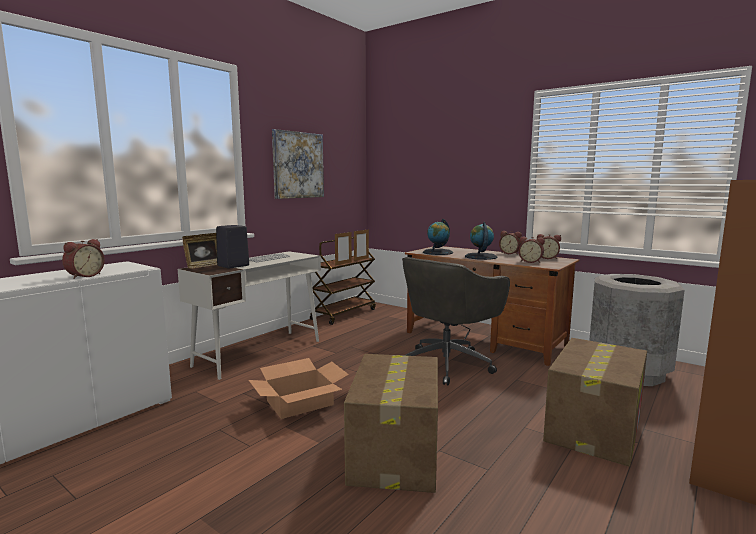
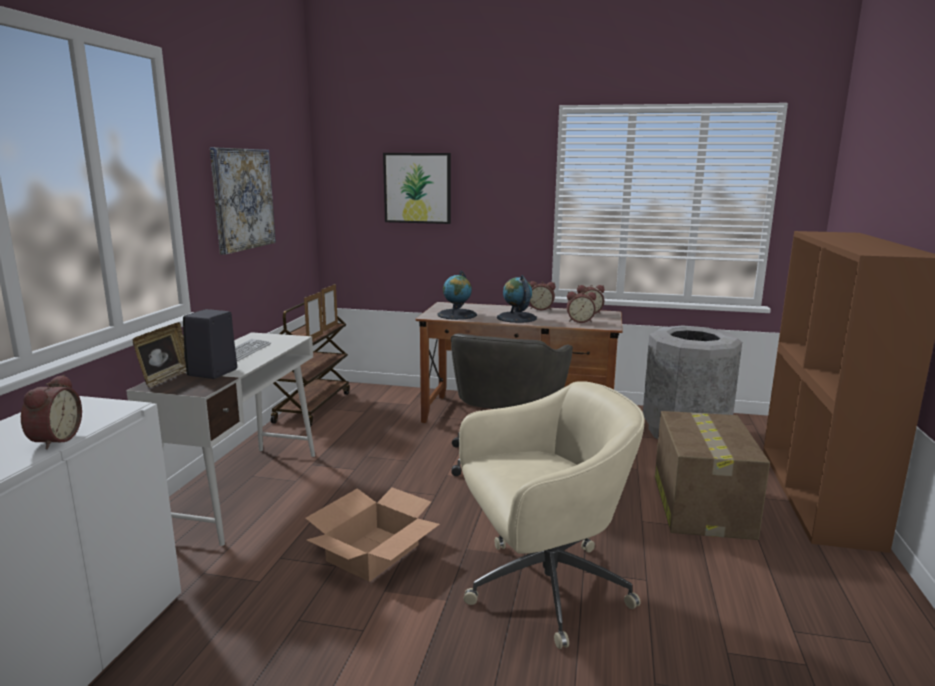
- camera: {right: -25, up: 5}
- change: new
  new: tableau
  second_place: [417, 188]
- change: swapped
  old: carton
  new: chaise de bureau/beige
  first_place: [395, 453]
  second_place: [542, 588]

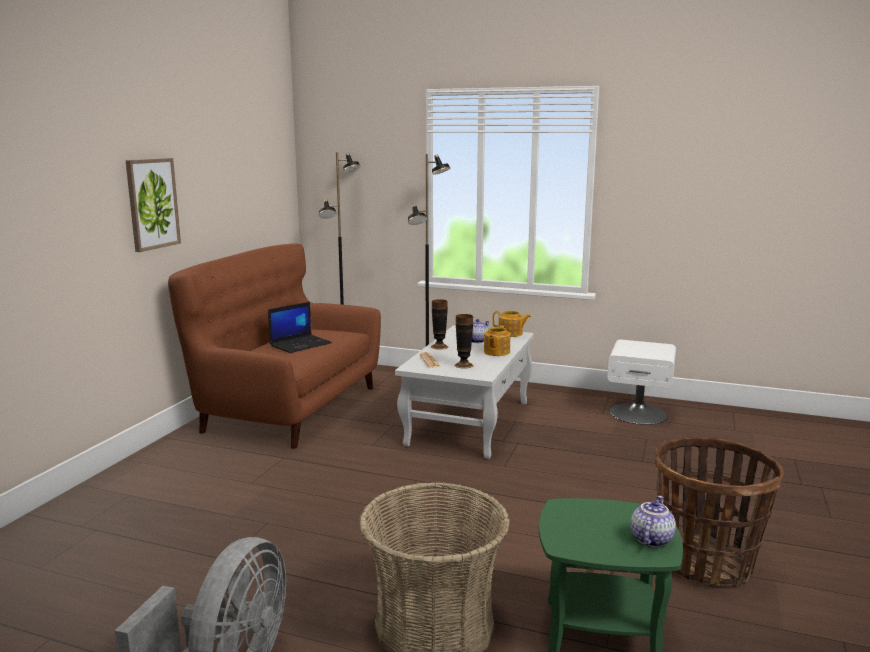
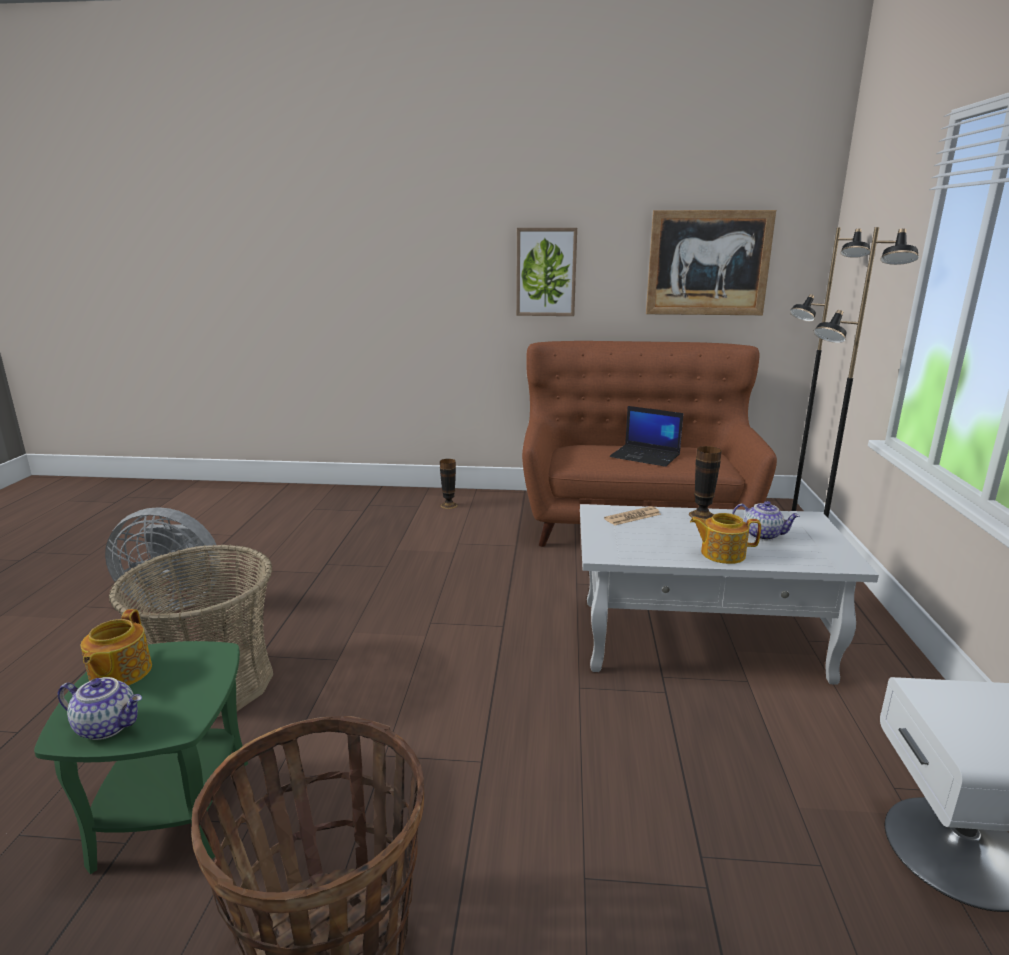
- camera: {right: 75, up: 5}
- change: shifted
  old: théière
  first_place: [510, 334]
  second_place: [119, 673]
- change: shifted
  old: vase
  first_place: [463, 365]
  second_place: [449, 505]
- change: new
  new: tableau
  second_place: [708, 263]

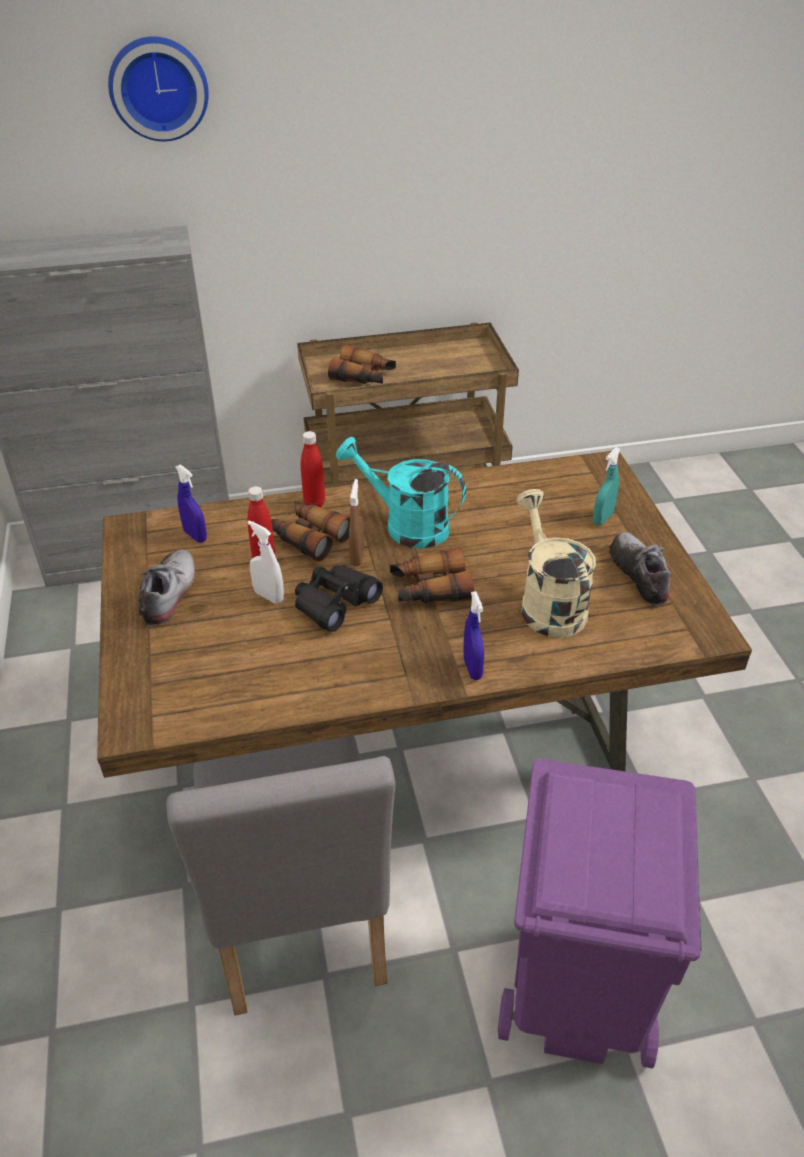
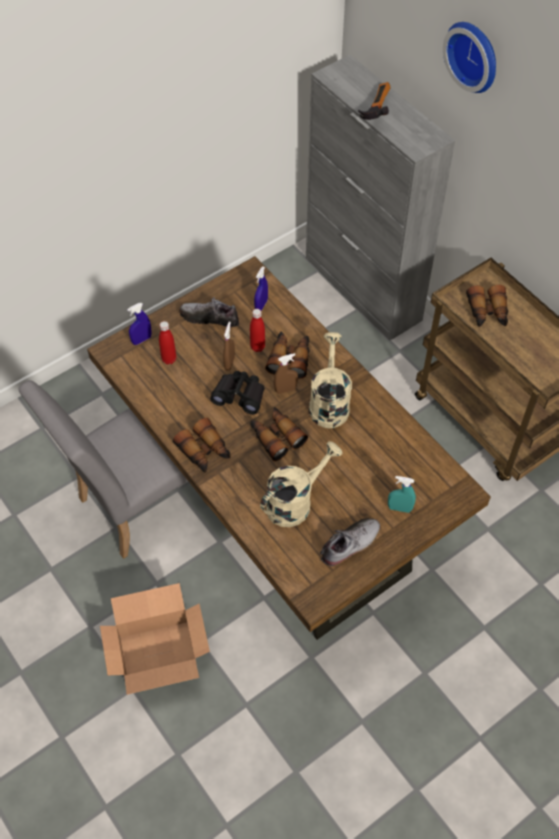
- camera: {right: 65, up: 15}
- change: swapped
  old: poubelle/violet
  new: carton
  first_place: [576, 991]
  second_place: [157, 653]
- change: shifted
  old: vaporisateur/bleu
  first_place: [472, 668]
  second_place: [141, 340]
- change: shifted
  old: bouteille/rouge
  first_place: [314, 503]
  second_place: [169, 359]
- change: new
  new: jumelles
  second_place: [204, 452]
- change: rotated
  old: chaussure
  first_place: [170, 592]
  second_place: [209, 318]
  degrees: -150
- change: repainted
  old: vaporisateur/blanc
  new: vaporisateur/marron
  first_place: [268, 596]
  second_place: [229, 363]
- change: repainted
  old: arrosoir/turquoise
  new: arrosoir/beige
  first_place: [406, 525]
  second_place: [329, 402]
- change: new
  new: marteau
  second_place: [374, 109]

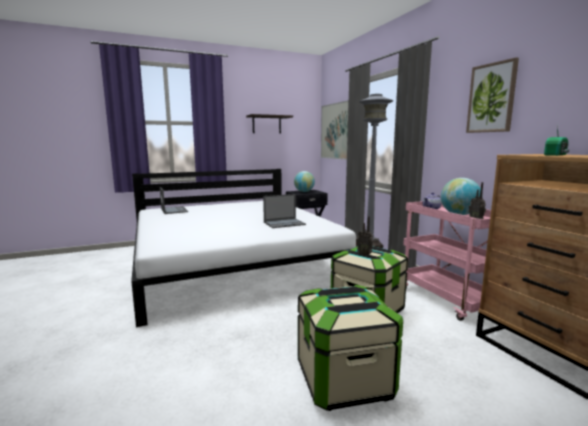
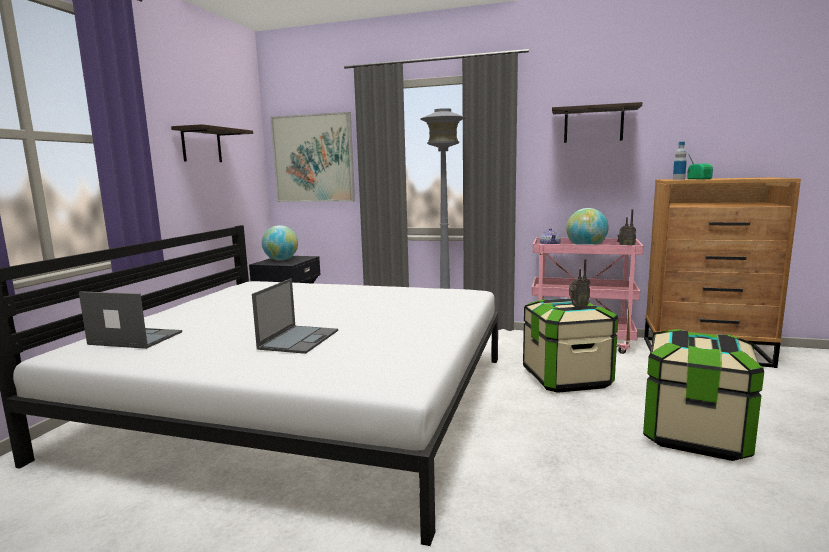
- camera: {right: -50, up: 0}
- change: shifted
  old: ordinateur portable
  first_place: [285, 223]
  second_place: [299, 339]
- change: swapped
  old: tableau
  new: étagère
  first_place: [491, 98]
  second_place: [593, 125]
- change: new
  new: bouteille
  second_place: [678, 179]

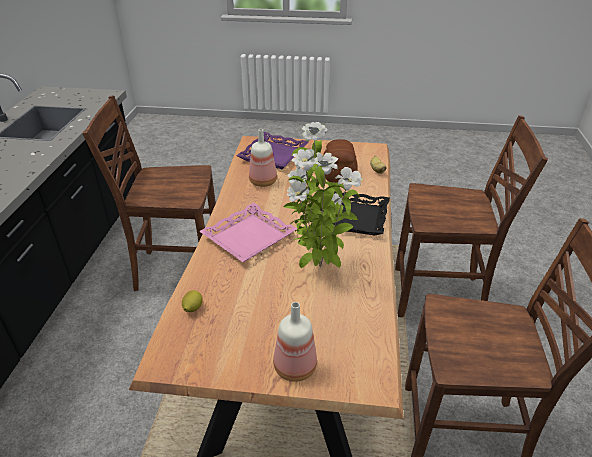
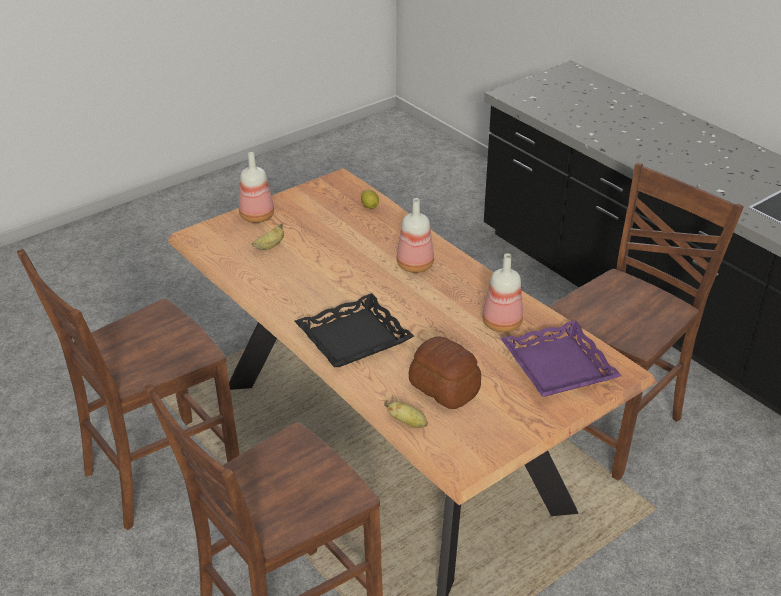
- camera: {right: 135, up: 0}
- change: new
  new: banane
  second_place: [270, 246]
- change: swapped
  old: plateau/rose
  new: bouteille
  first_place: [248, 237]
  second_place: [416, 266]
- change: gone
  old: plante en pot
  first_place: [318, 268]

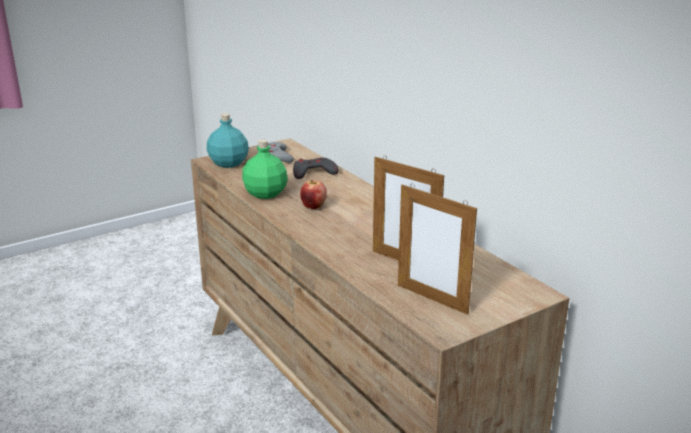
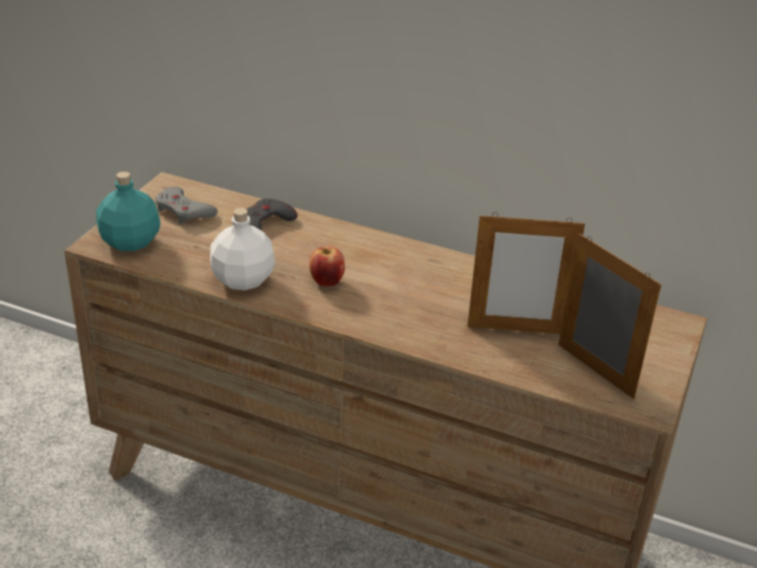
- camera: {right: -35, up: 10}
- change: repainted
  old: bouteille/vert
  new: bouteille/blanc
  first_place: [266, 193]
  second_place: [243, 279]
- change: rotated
  old: cadre photo
  first_place: [432, 299]
  second_place: [595, 370]
  degrees: -135

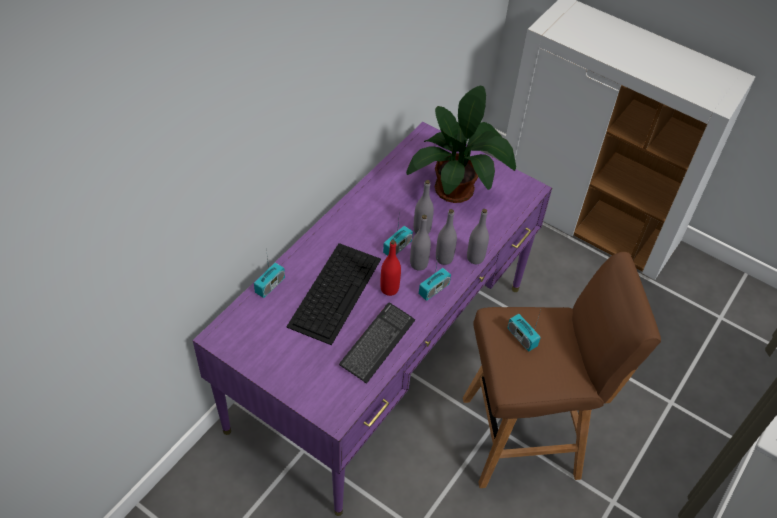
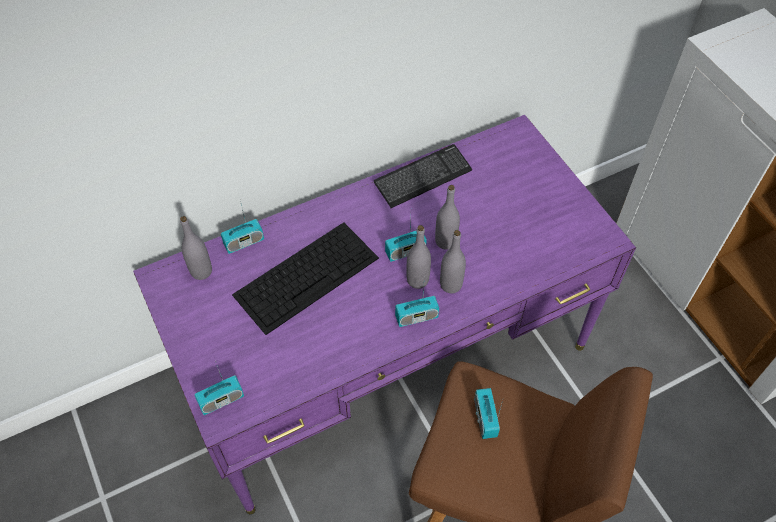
- camera: {right: 30, up: 5}
- change: shifted
  old: bouteille/gris
  first_place: [475, 258]
  second_place: [201, 271]
- change: new
  new: radio
  second_place: [221, 400]
- change: shifted
  old: clavier
  first_place: [377, 343]
  second_place: [422, 177]
- change: gone
  old: bouteille/rouge
  first_place: [389, 289]
- change: gone
  old: plante en pot
  first_place: [457, 187]

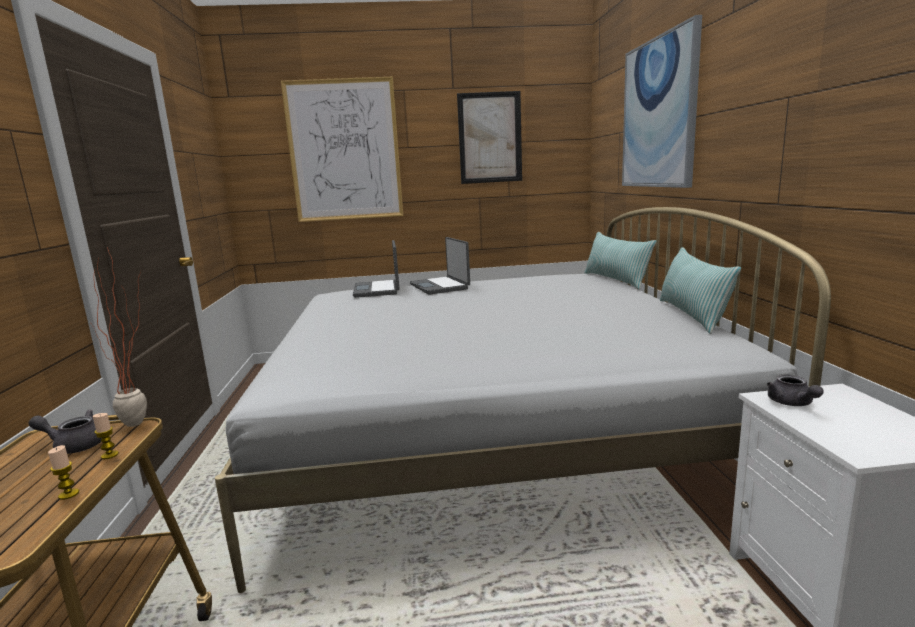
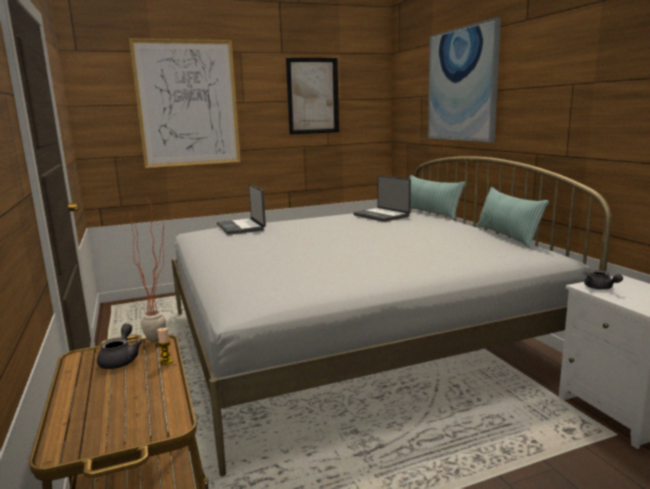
- camera: {right: -15, up: 0}
- change: rotated
  old: théière/gris
  first_place: [74, 445]
  second_place: [121, 359]
  degrees: 105
- change: shifted
  old: ordinateur portable
  first_place: [440, 286]
  second_place: [382, 215]
- change: gone
  old: bougie
  first_place: [68, 494]

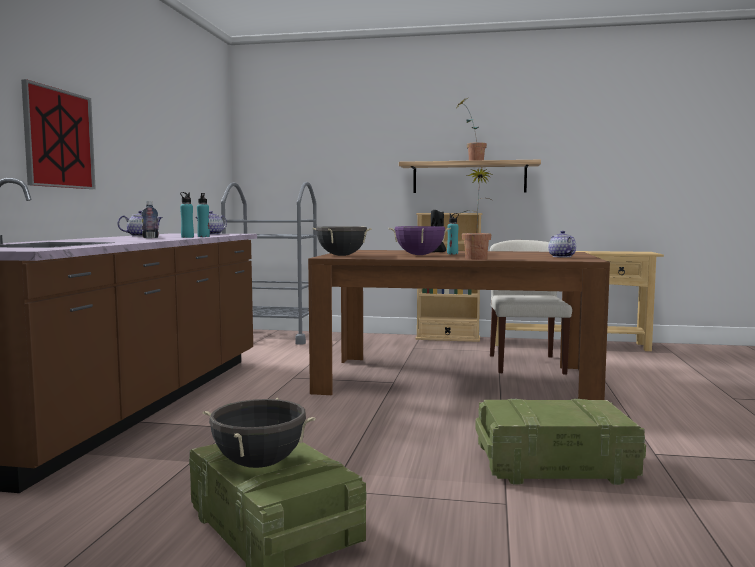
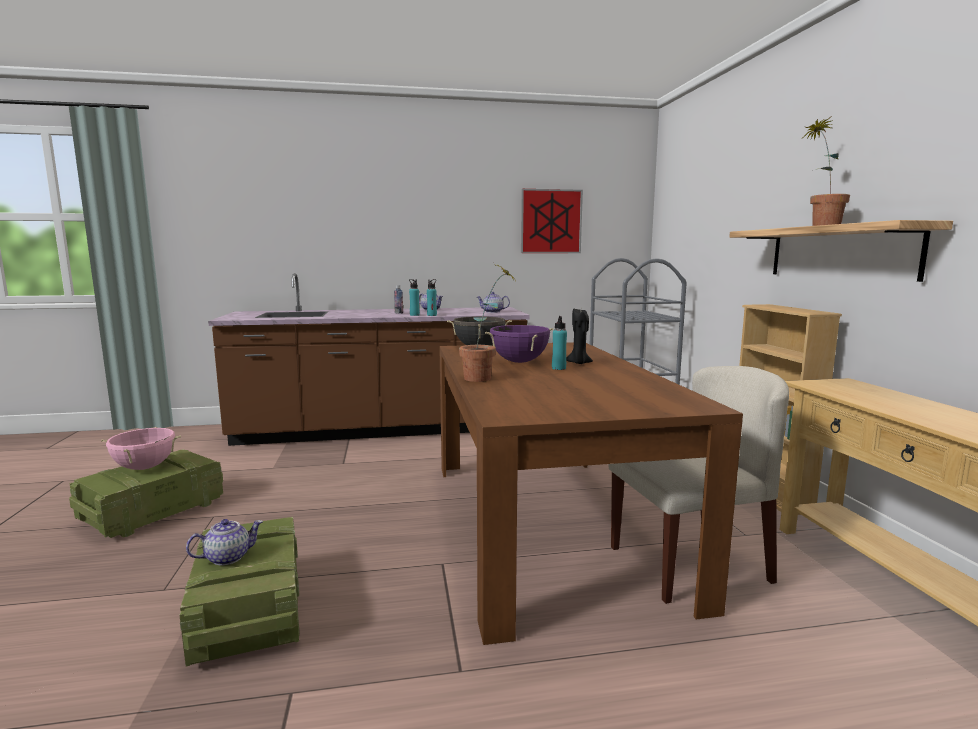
- camera: {right: 70, up: 5}
- change: repainted
  old: marmite/noir
  new: marmite/rose
  first_place: [259, 464]
  second_place: [145, 467]
- change: shifted
  old: théière
  first_place: [561, 257]
  second_place: [228, 557]
- change: shifted
  old: tableau
  first_place: [59, 138]
  second_place: [551, 221]

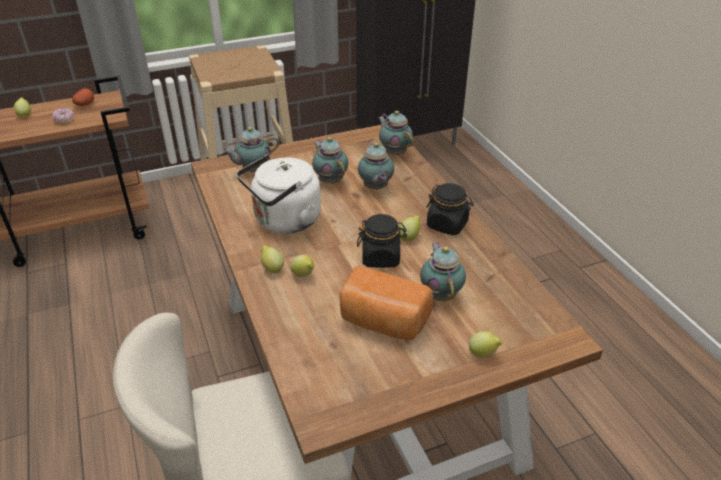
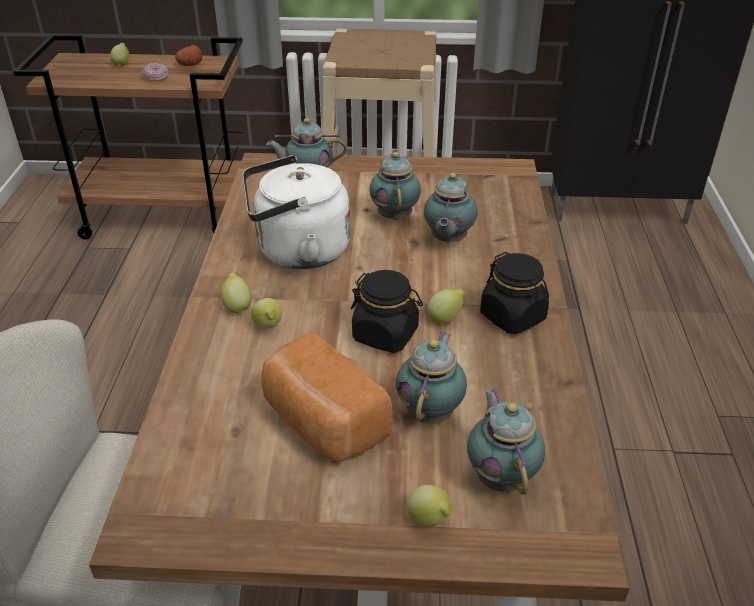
- camera: {right: 25, up: 0}
- change: shifted
  old: théière
  first_place: [394, 152]
  second_place: [500, 475]

